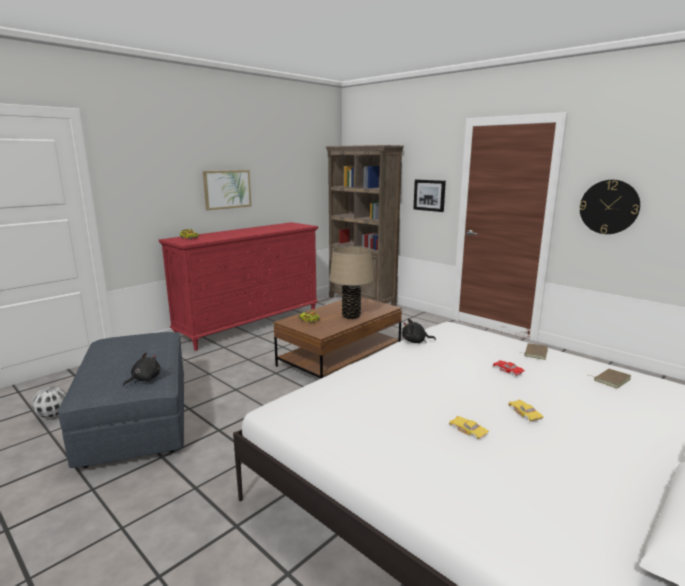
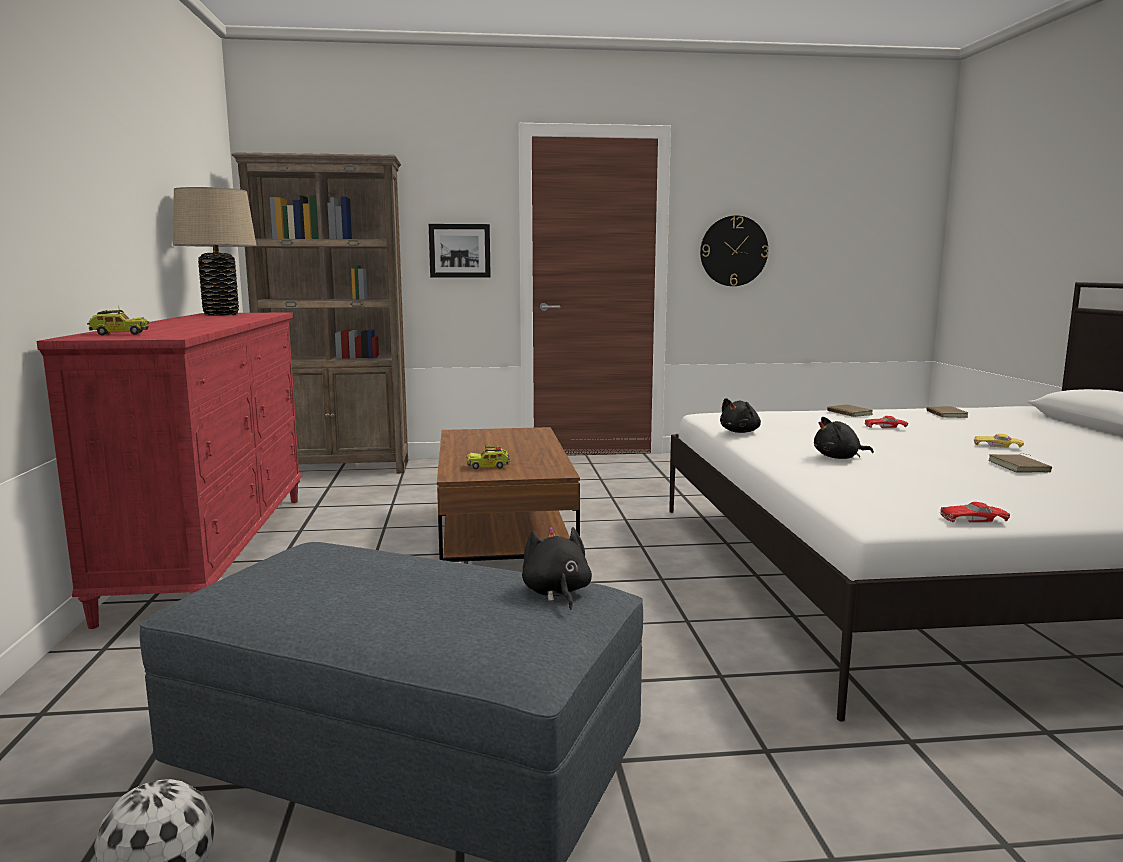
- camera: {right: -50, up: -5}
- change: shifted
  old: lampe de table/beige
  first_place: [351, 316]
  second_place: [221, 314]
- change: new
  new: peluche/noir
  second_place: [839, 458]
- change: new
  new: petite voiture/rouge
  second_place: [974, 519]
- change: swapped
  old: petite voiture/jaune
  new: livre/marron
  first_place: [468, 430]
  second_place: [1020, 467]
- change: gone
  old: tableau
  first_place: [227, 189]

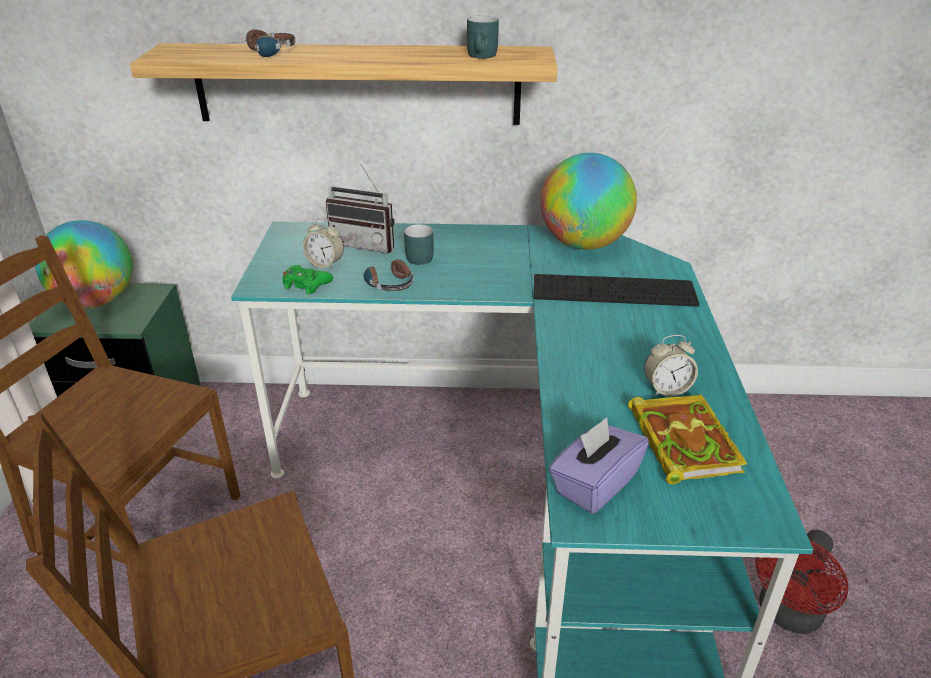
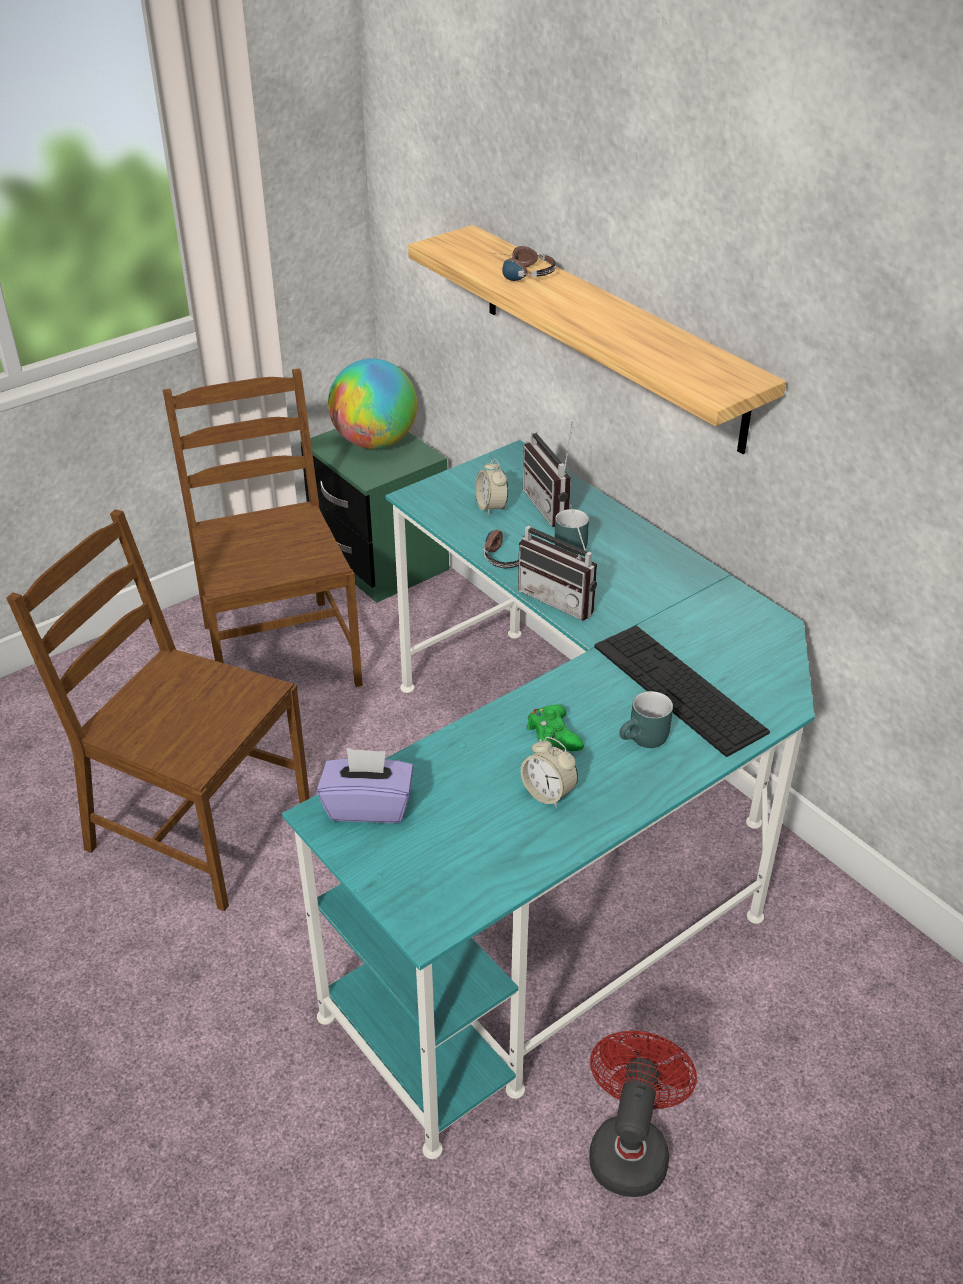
- camera: {right: 50, up: 5}
- change: new
  new: radio
  second_place: [562, 598]
- change: shifted
  old: manette/vert
  first_place: [306, 285]
  second_place: [553, 736]
- change: rotated
  old: ventilateur/rouge
  first_place: [787, 615]
  second_place: [630, 1146]
  degrees: 105
- change: shifted
  old: mug/turquoise
  first_place: [483, 56]
  second_place: [645, 740]
- change: gone
  old: globe
  first_place: [583, 244]
- change: gone
  old: livre
  first_place: [681, 440]

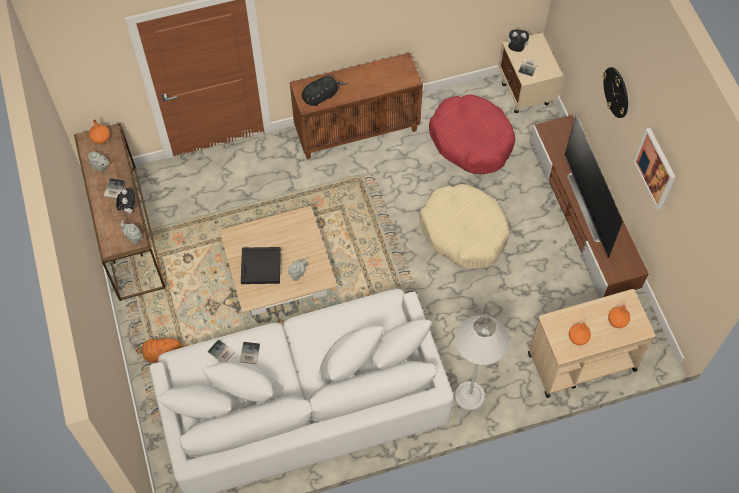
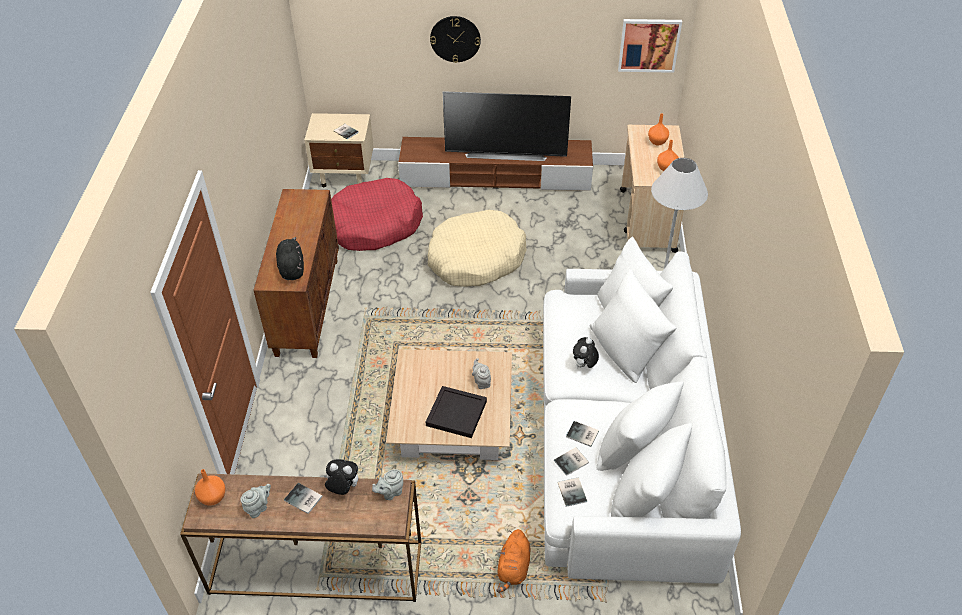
- camera: {right: -70, up: -15}
- change: new
  new: livre
  second_place: [572, 491]
- change: shifted
  old: peluche
  first_place: [516, 49]
  second_place: [584, 365]
- change: shifted
  old: tableau
  first_place: [655, 168]
  second_place: [649, 45]

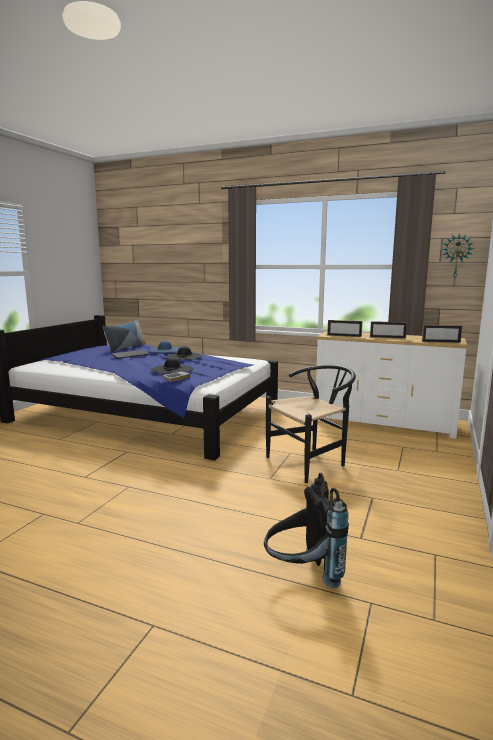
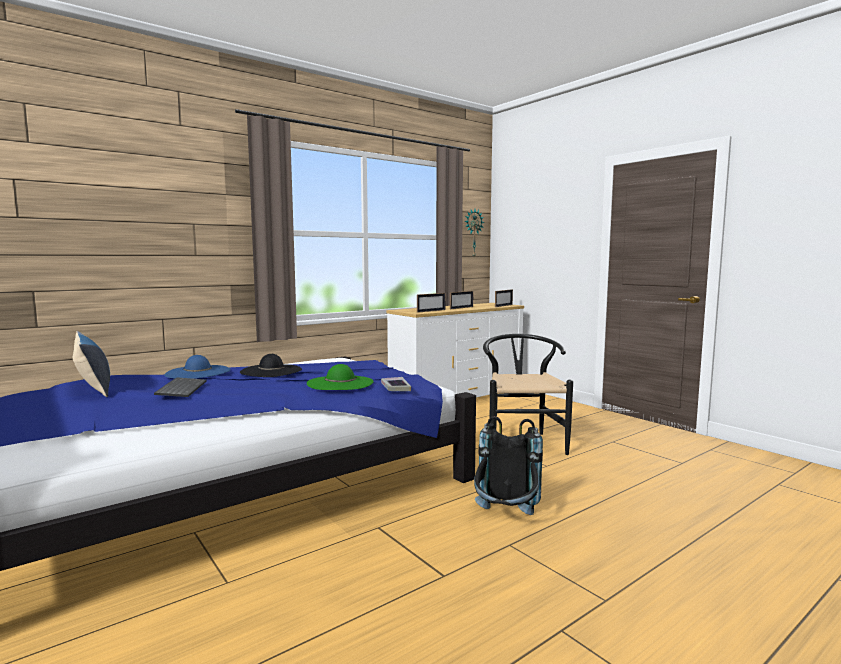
- camera: {right: -60, up: -5}
- change: repainted
  old: chapeau/noir
  new: chapeau/vert
  first_place: [172, 369]
  second_place: [340, 383]
- change: shifted
  old: sac à dos/noir
  first_place: [302, 574]
  second_place: [505, 520]

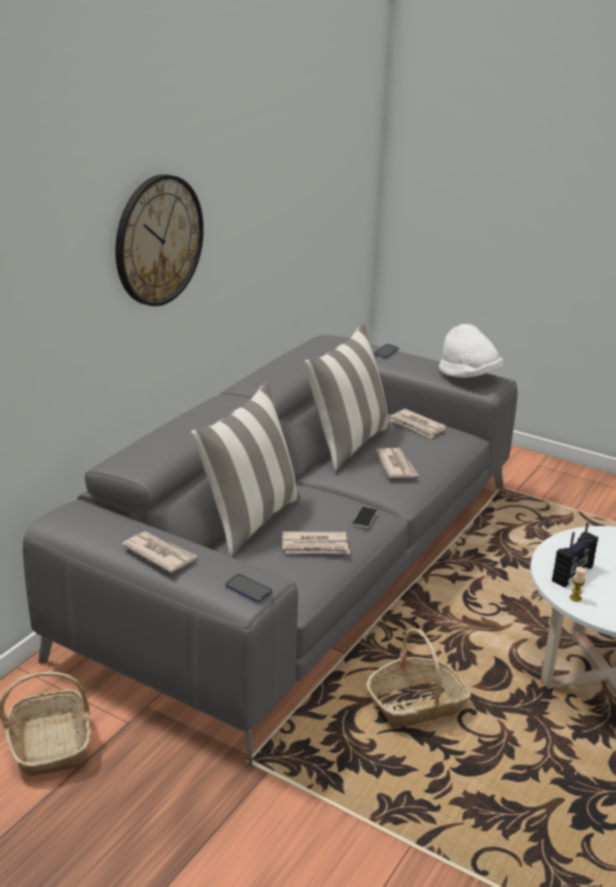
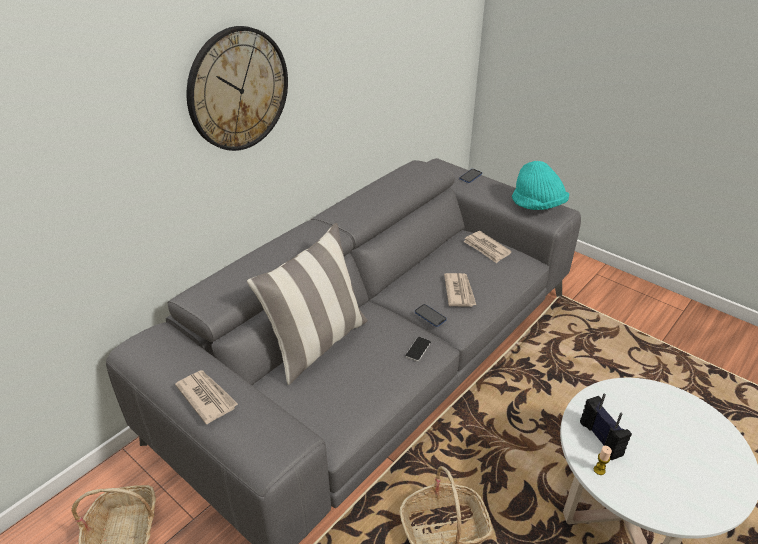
- camera: {right: 10, up: 10}
- change: shifted
  old: téléphone
  first_place: [248, 589]
  second_place: [430, 316]
- change: repainted
  old: chapeau/blanc
  new: chapeau/turquoise
  first_place: [468, 376]
  second_place: [537, 206]
- change: rotated
  old: radio
  first_place: [573, 574]
  second_place: [601, 438]
  degrees: -75
- change: gone
  old: journal
  first_place: [315, 546]
- change: gone
  old: coussin
  first_place: [347, 444]

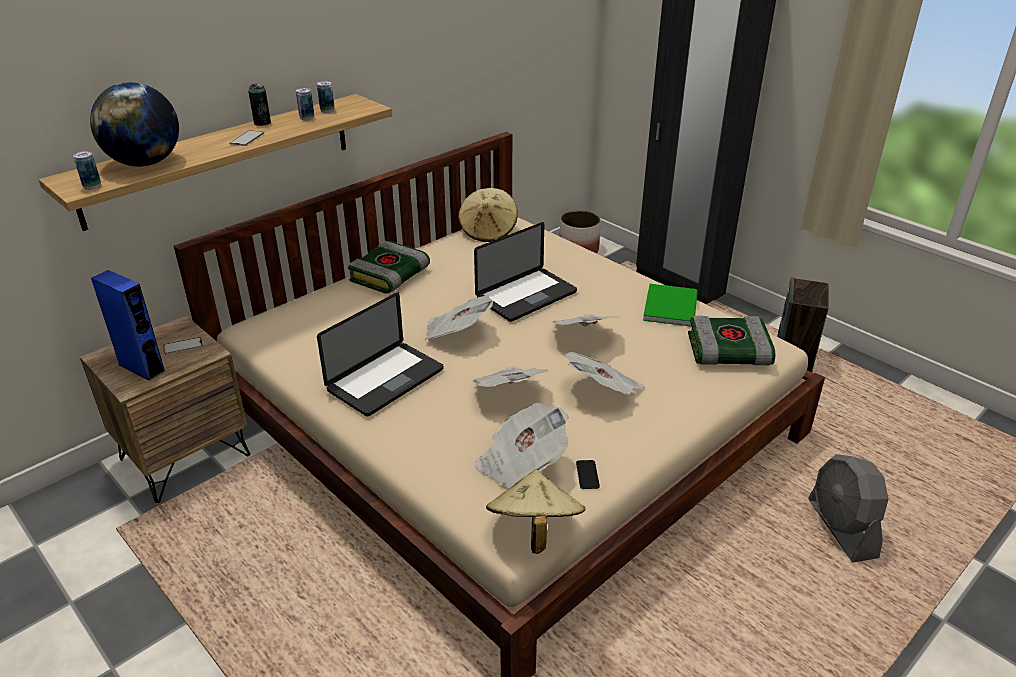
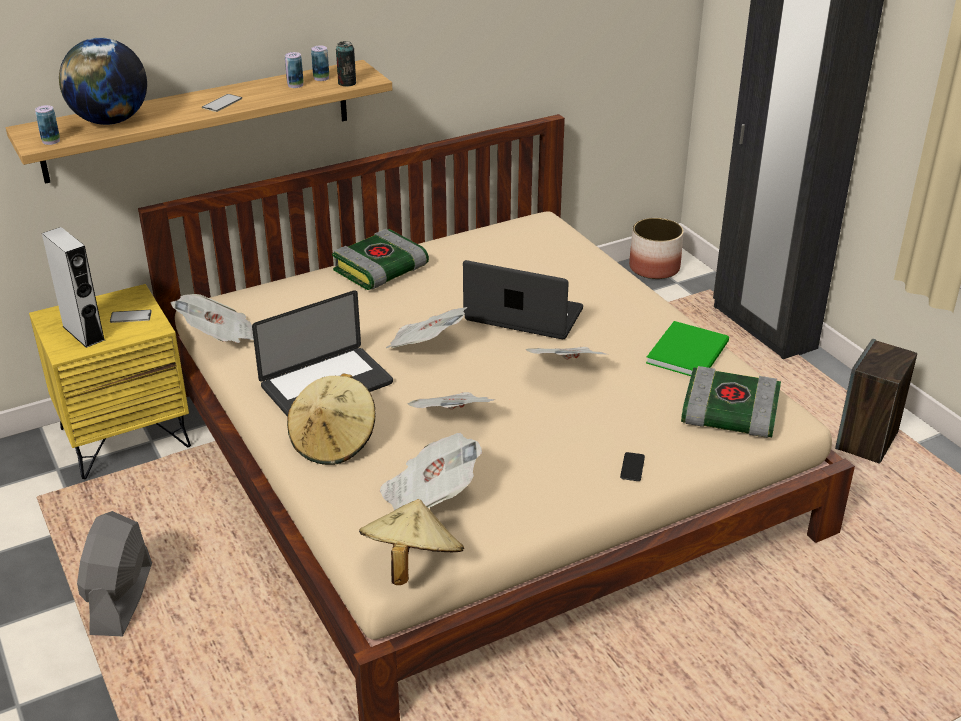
- camera: {right: 15, up: 0}
- change: repainted
  old: table de chevet/marron
  new: table de chevet/jaune
  first_place: [185, 456]
  second_place: [125, 436]
- change: repainted
  old: enceinte/bleu
  new: enceinte/gris
  first_place: [141, 367]
  second_place: [83, 333]
- change: shifted
  old: ventilateur/gris
  first_place: [841, 529]
  second_place: [121, 600]
- change: shifted
  old: journal
  first_place: [604, 391]
  second_place: [221, 338]
- change: shifted
  old: chapeau/beige
  first_place: [488, 231]
  second_place: [334, 442]
- change: shifted
  old: boîte métallique
  first_place: [262, 123]
  second_place: [347, 83]
- change: rotated
  old: ordinateur portable
  first_place: [526, 296]
  second_place: [523, 315]
  degrees: -135
- change: shifted
  old: téléphone
  first_place: [587, 475]
  second_place: [632, 467]

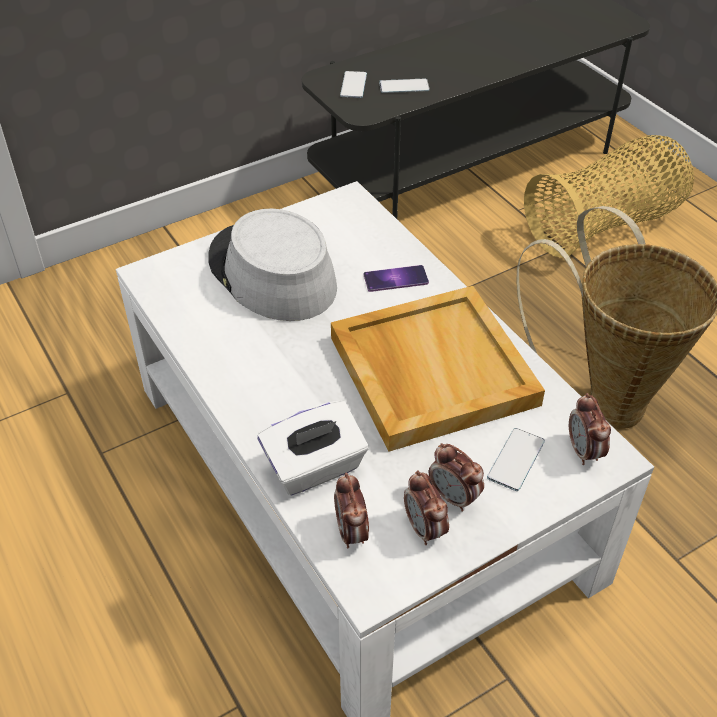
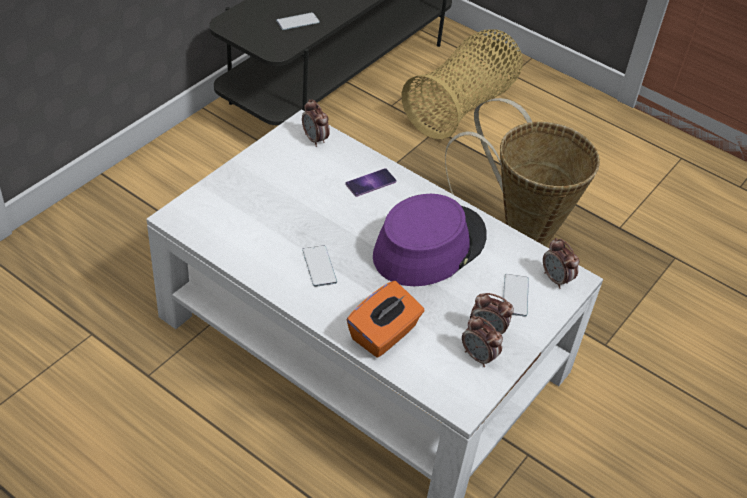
- camera: {right: -25, up: 0}
- change: shifted
  old: réveil
  first_place: [351, 533]
  second_place: [315, 139]
- change: shifted
  old: téléphone
  first_place: [353, 85]
  second_place: [319, 266]
- change: repainted
  old: boîte à mouchoirs/blanc
  new: boîte à mouchoirs/orange
  first_place: [315, 468]
  second_place: [384, 334]
- change: swapped
  old: plateau/beige
  new: chapeau/violet
  first_place: [430, 370]
  second_place: [429, 246]
- change: gone
  old: chapeau/gris
  first_place: [271, 273]

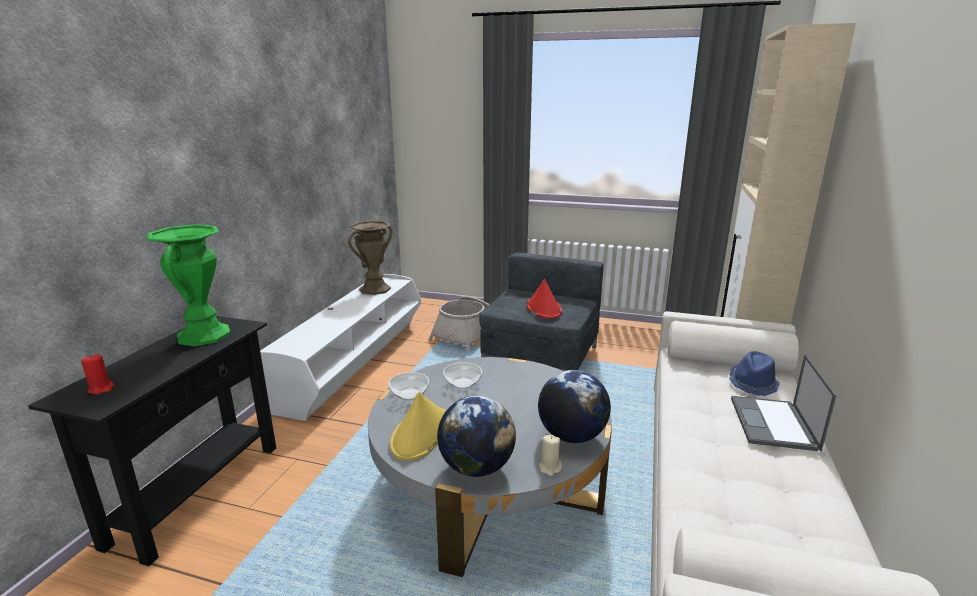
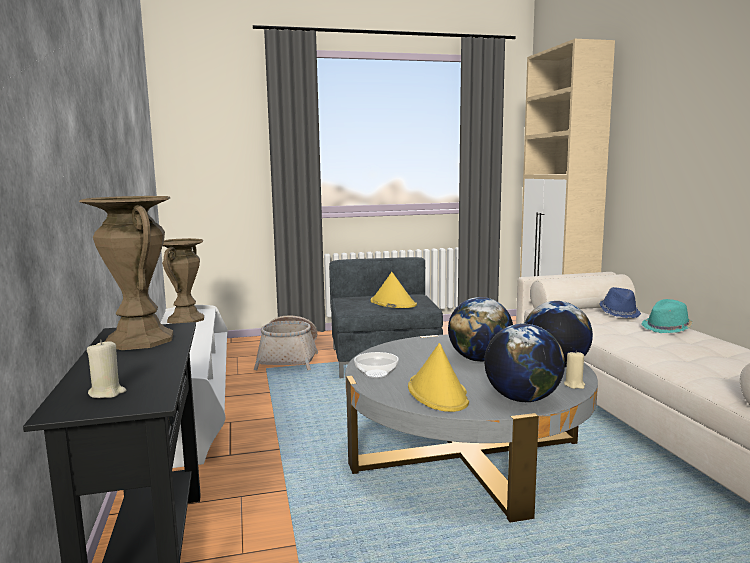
- camera: {right: -30, up: -10}
- change: repainted
  old: vase/vert
  new: vase/marron
  first_place: [204, 335]
  second_place: [140, 340]
- change: repainted
  old: bougie/rouge
  new: bougie/beige
  first_place: [101, 389]
  second_place: [107, 393]
- change: repainted
  old: chapeau/rouge
  new: chapeau/jaune
  first_place: [543, 308]
  second_place: [392, 303]
- change: new
  new: globe
  second_place: [480, 360]
- change: swapped
  old: ordinateur portable
  new: chapeau/turquoise
  first_place: [773, 424]
  second_place: [667, 328]
- change: gone
  old: bol
  first_place: [463, 383]

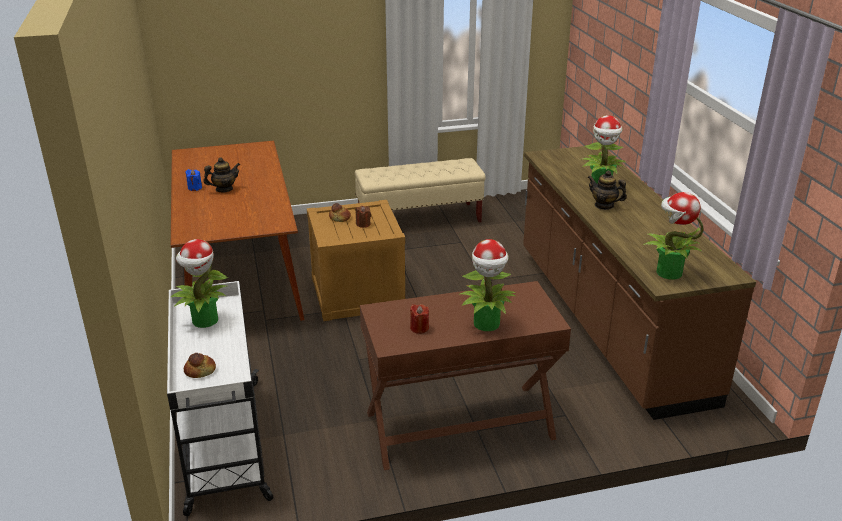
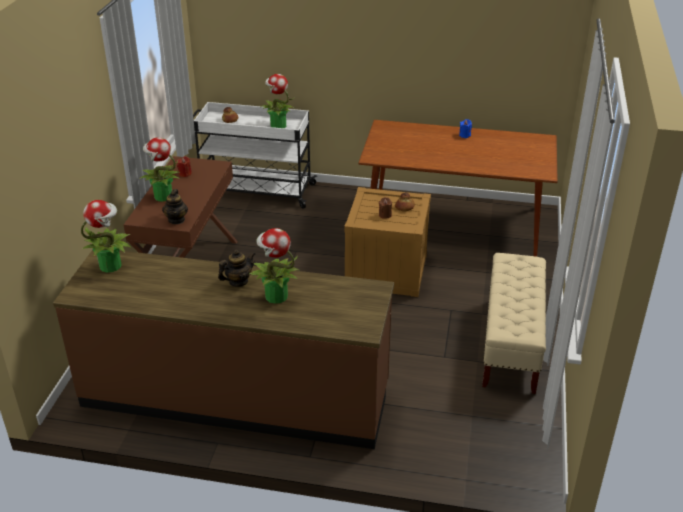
- camera: {right: 115, up: 5}
- change: shifted
  old: théière
  first_place: [224, 189]
  second_place: [176, 220]

